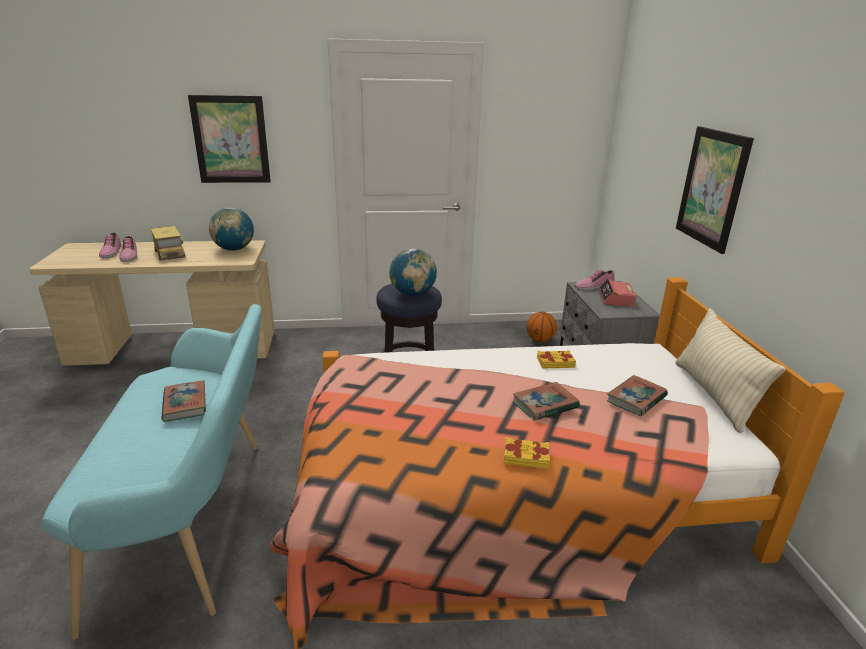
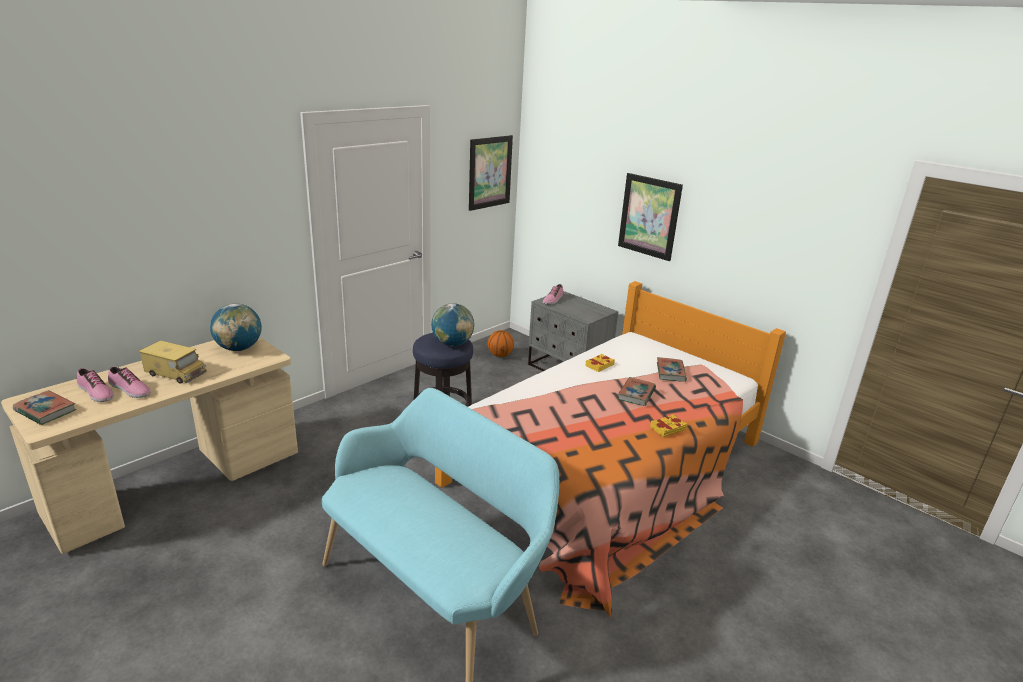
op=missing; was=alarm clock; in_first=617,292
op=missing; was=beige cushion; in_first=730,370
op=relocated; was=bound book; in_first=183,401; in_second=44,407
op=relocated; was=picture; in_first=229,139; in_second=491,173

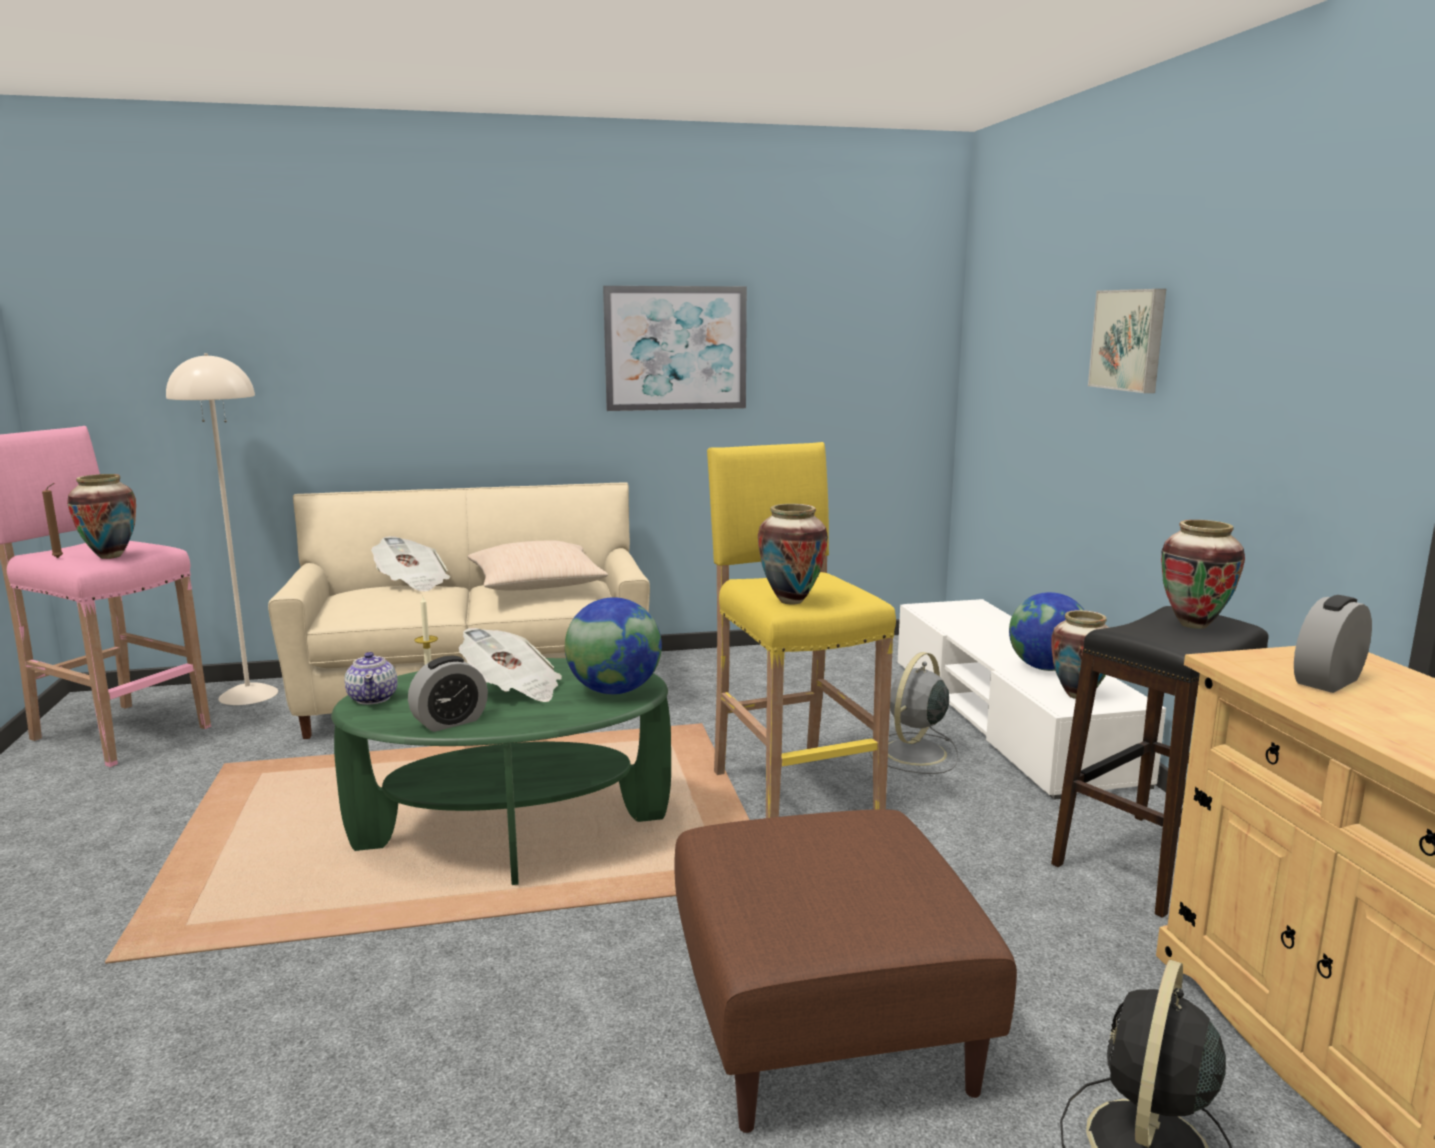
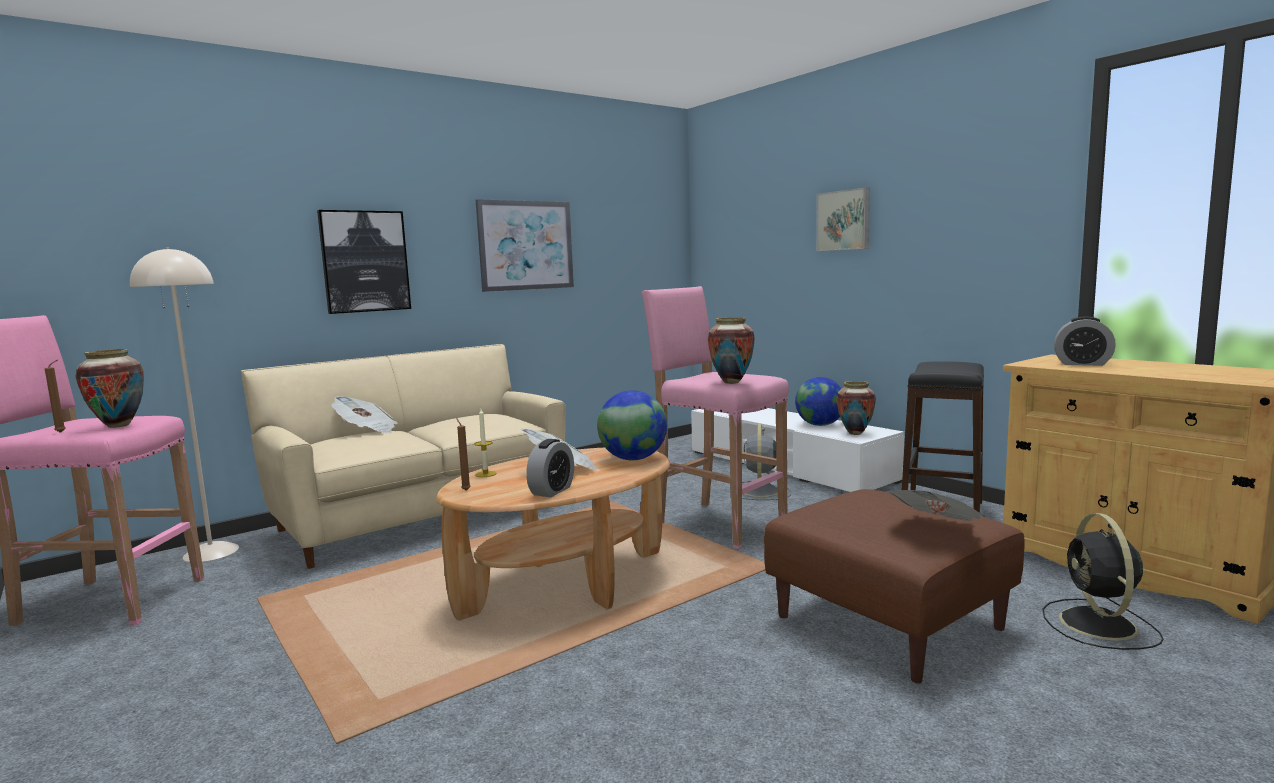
op=missing; was=beige cushion; in_first=537,565
op=missing; was=flower vase; in_first=1203,574
op=appeared; now=picture; in_second=364,262
op=appeared; now=printed paper; in_second=935,505
op=exchanged; was=pot for tea; now=brown-coloured candle; in_first=371,678; in_second=463,454
op=colour; was=green coffee table; now=brown-coloured coffee table; in_first=501,771; in_second=553,534
op=colour; was=yellow-coloured stool seat; now=pink-coloured stool seat; in_first=801,630; in_second=715,417
op=spun; was=alarm clock; in_first=1333,644; in_second=1085,341; clockwise=-90

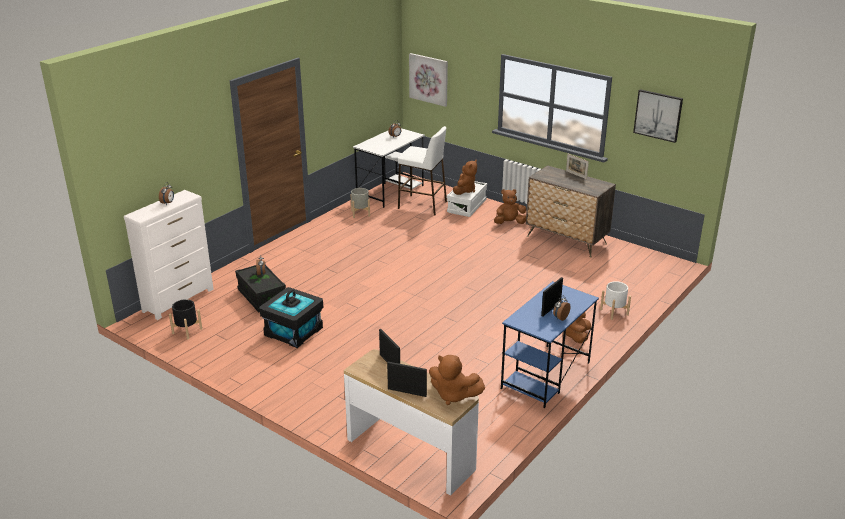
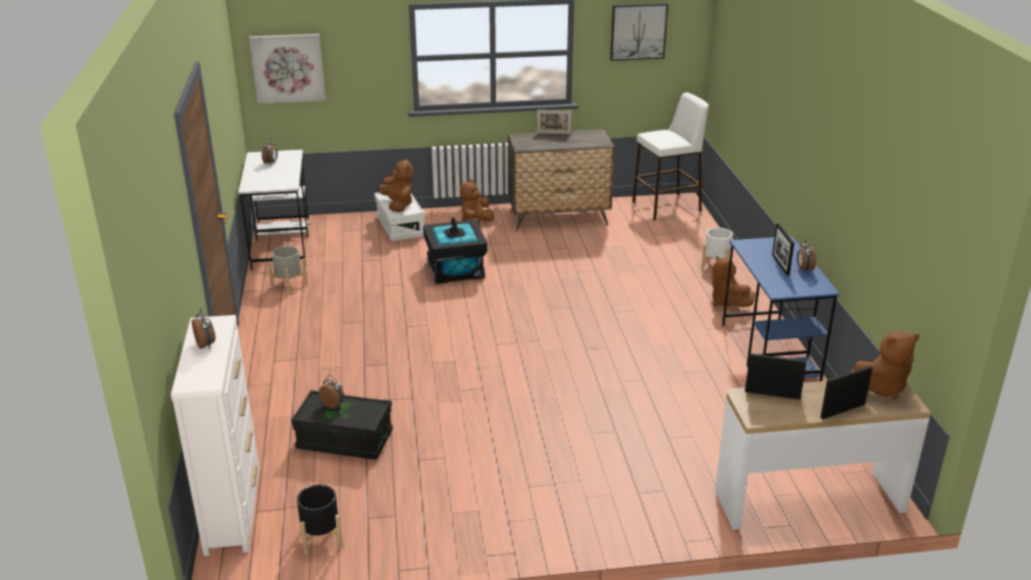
op=relocated; was=black storage container; in_first=291,317; in_second=455,250
op=relocated; was=white stool seat; in_first=422,171; in_second=670,156

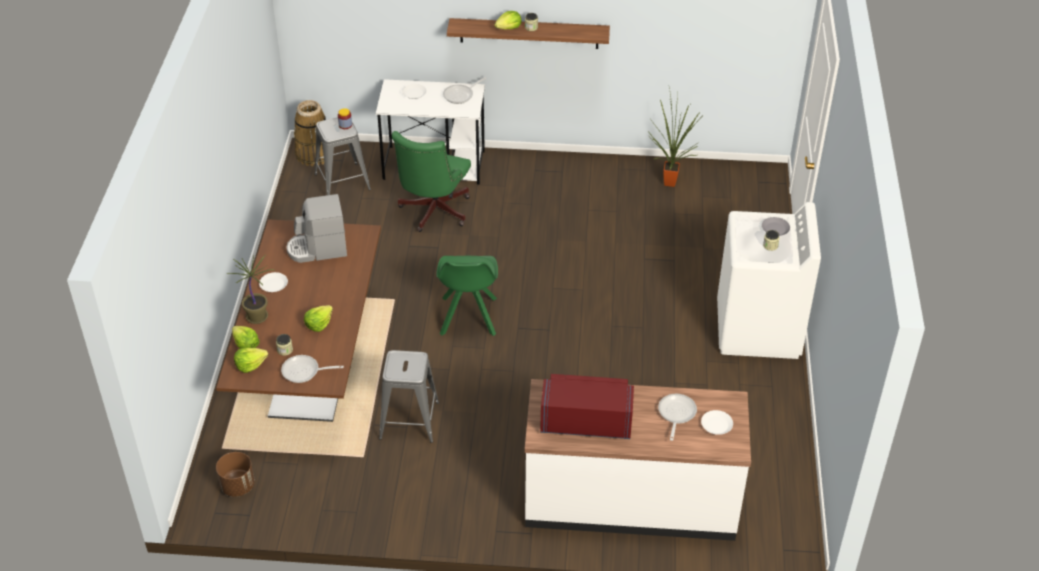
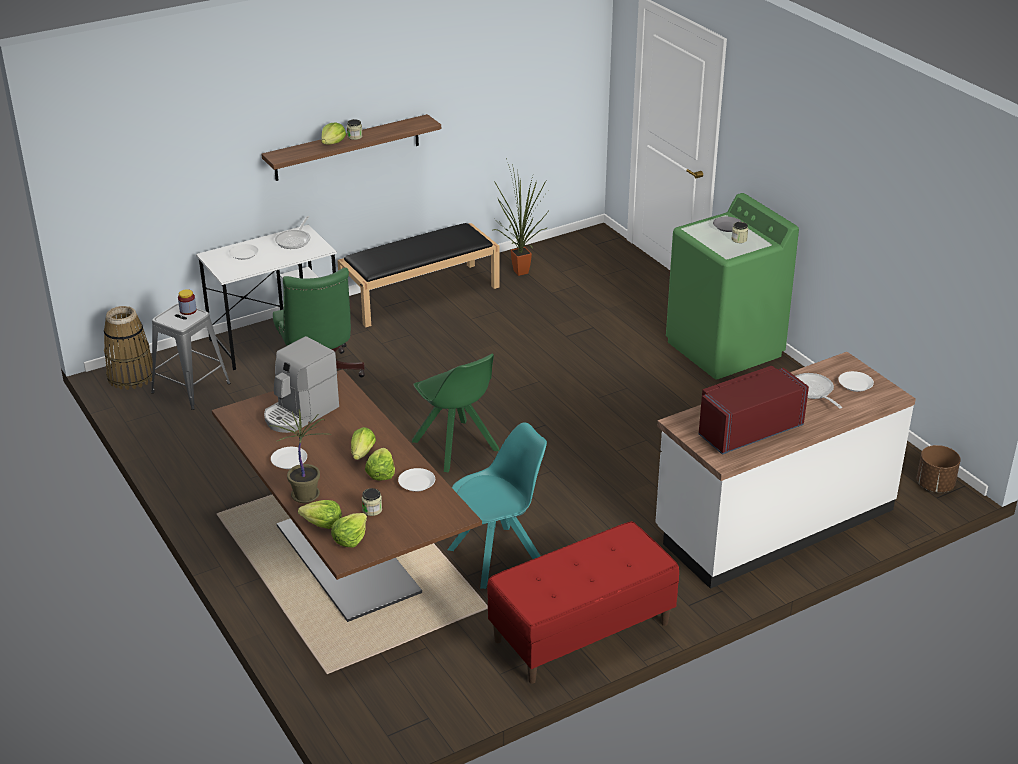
op=missing; was=frying pan; in_first=312,369
op=appeared; now=black indoor bench; in_second=418,275
op=appeared; now=lettuce; in_second=363,443
op=appeared; now=white flat dish; in_second=416,480
op=appeared; now=red-coloured indoor bench; in_second=583,602
op=relocated; was=brown-coloured planter; in_first=235,474; in_second=939,468
op=exchanged; was=greyish stool seat; now=turquoise-coloured plain chair; in_first=409,396; in_second=497,505
op=colour; was=white laundry machine; now=green laundry machine; in_first=769,280; in_second=732,286

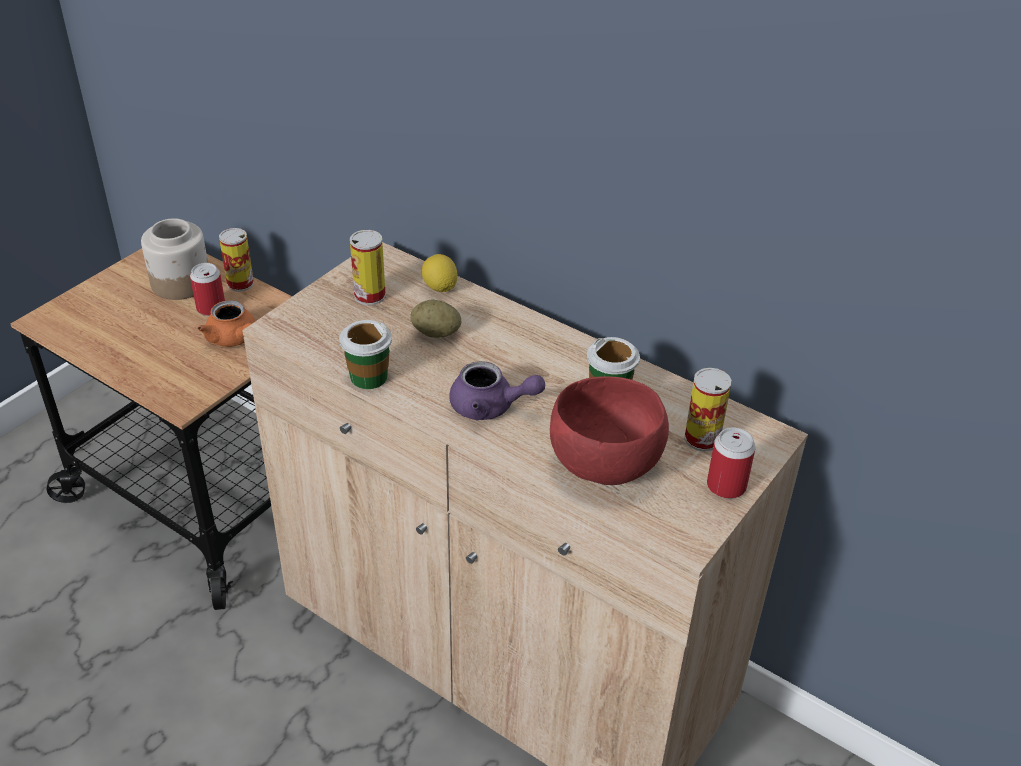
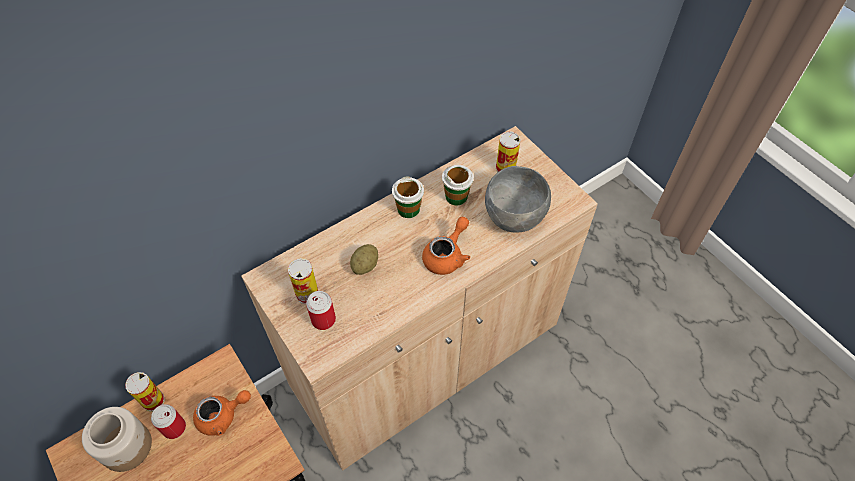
op=missing; was=whole lemon; in_first=440,273
op=relocated; was=small cup; in_first=365,354; in_second=408,197
op=relocated; was=can; in_first=731,463; in_second=321,310
op=colour; was=purple-coloured pot for tea; now=orange-coloured pot for tea; in_first=497,390; in_second=446,246
op=colour; was=red-coloured deep dish; now=greyish deep dish; in_first=609,430; in_second=518,199

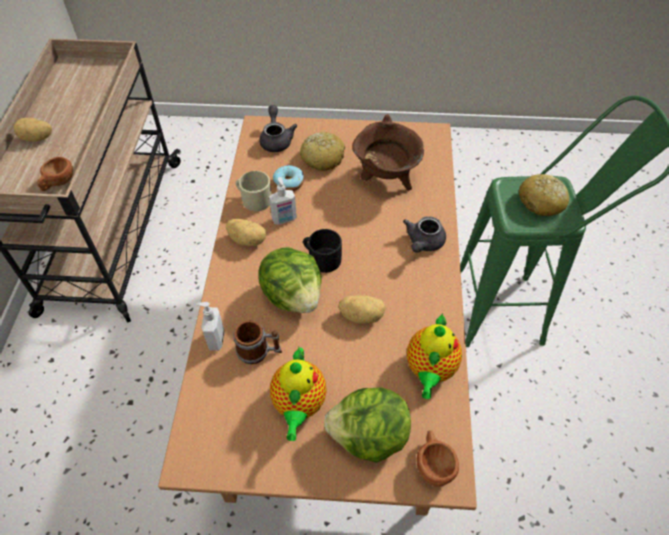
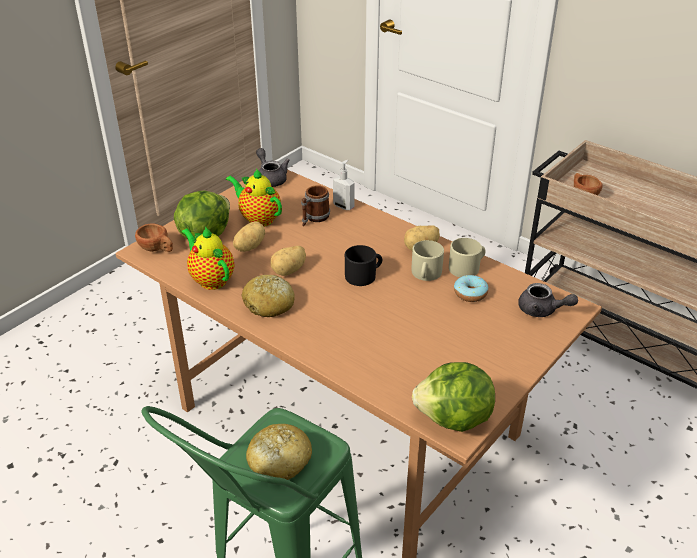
op=missing; was=brown-coloured stockpot; in_first=388,152
op=relocated; was=potato; in_first=32,130; in_second=249,236
op=relocated; was=lettuce; in_first=290,280; in_second=453,397
op=relocated; was=bread; in_first=322,151; in_second=268,296
op=relocated; was=greyish pot for tea; in_first=424,234; in_second=273,167
op=exchanged; was=liquid soap bottle; now=beige mug; in_first=283,201; in_second=427,260

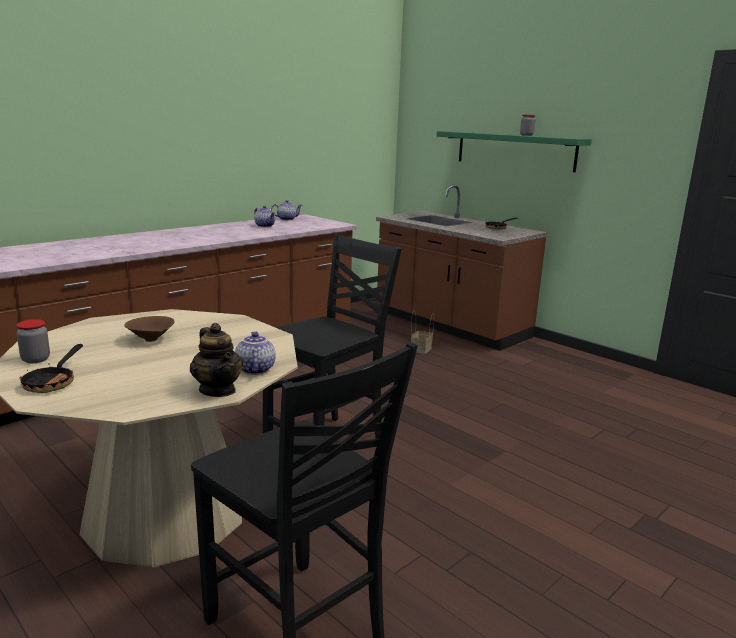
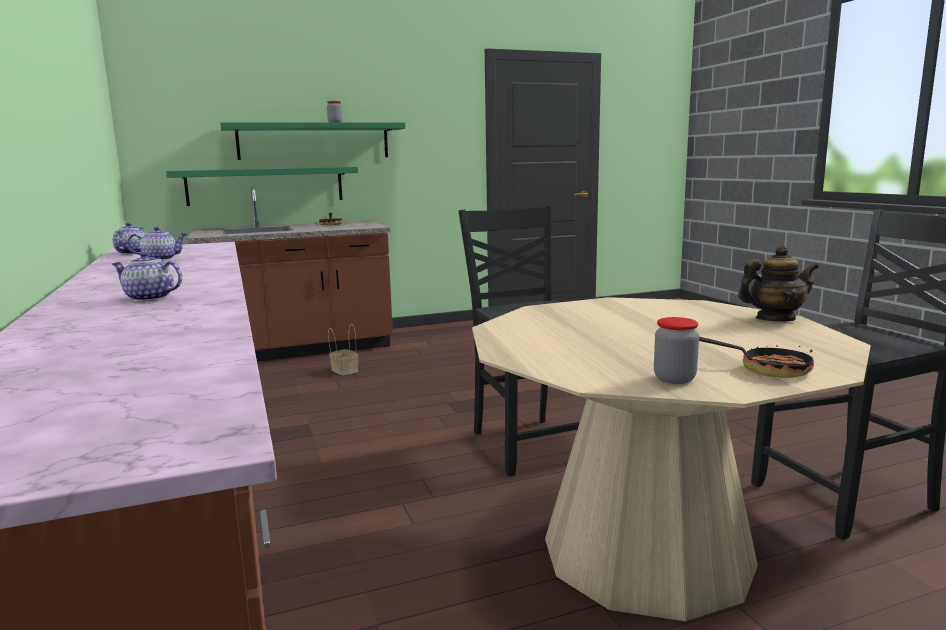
op=missing; was=brown-coloured deep dish; in_first=149,329
op=appeared; now=green bracket shelf; in_second=262,186
op=relocated; was=pot for tea; in_first=255,353; in_second=147,277

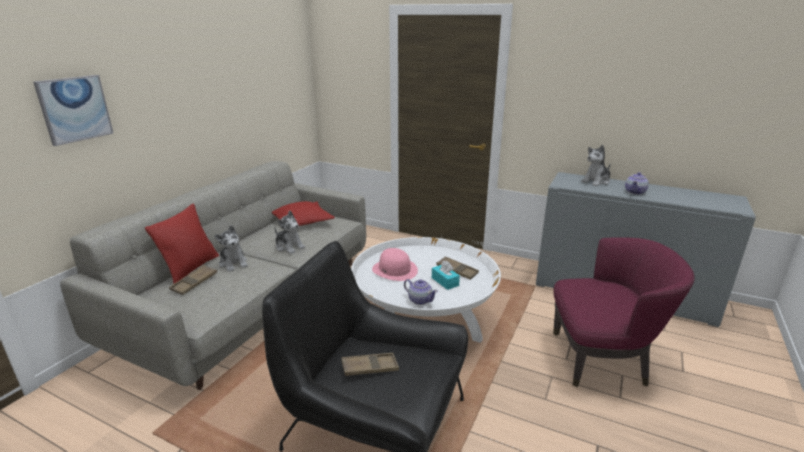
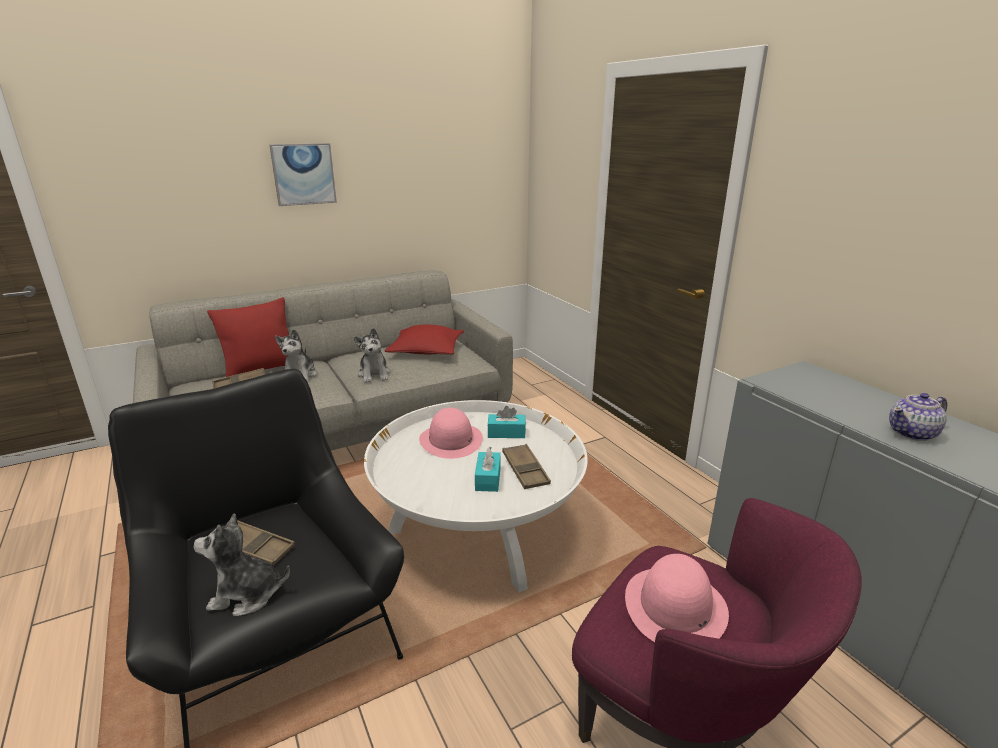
op=missing; was=pot for tea; in_first=421,292
op=appeared; now=turquoise-coloured tissue box; in_second=507,422
op=appeared; now=pink-coloured wearable hat; in_second=677,598
op=relocated; was=picture; in_first=73,110; in_second=303,174
op=relocated; was=plush toy; in_first=595,165; in_second=242,565

